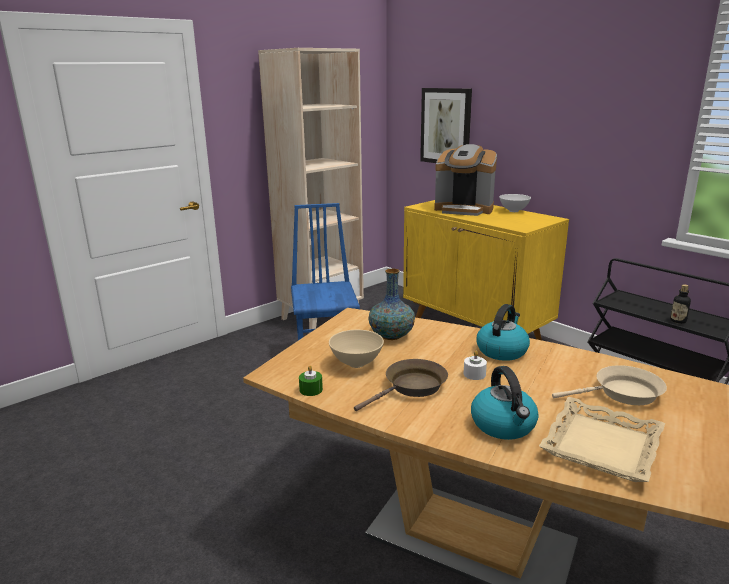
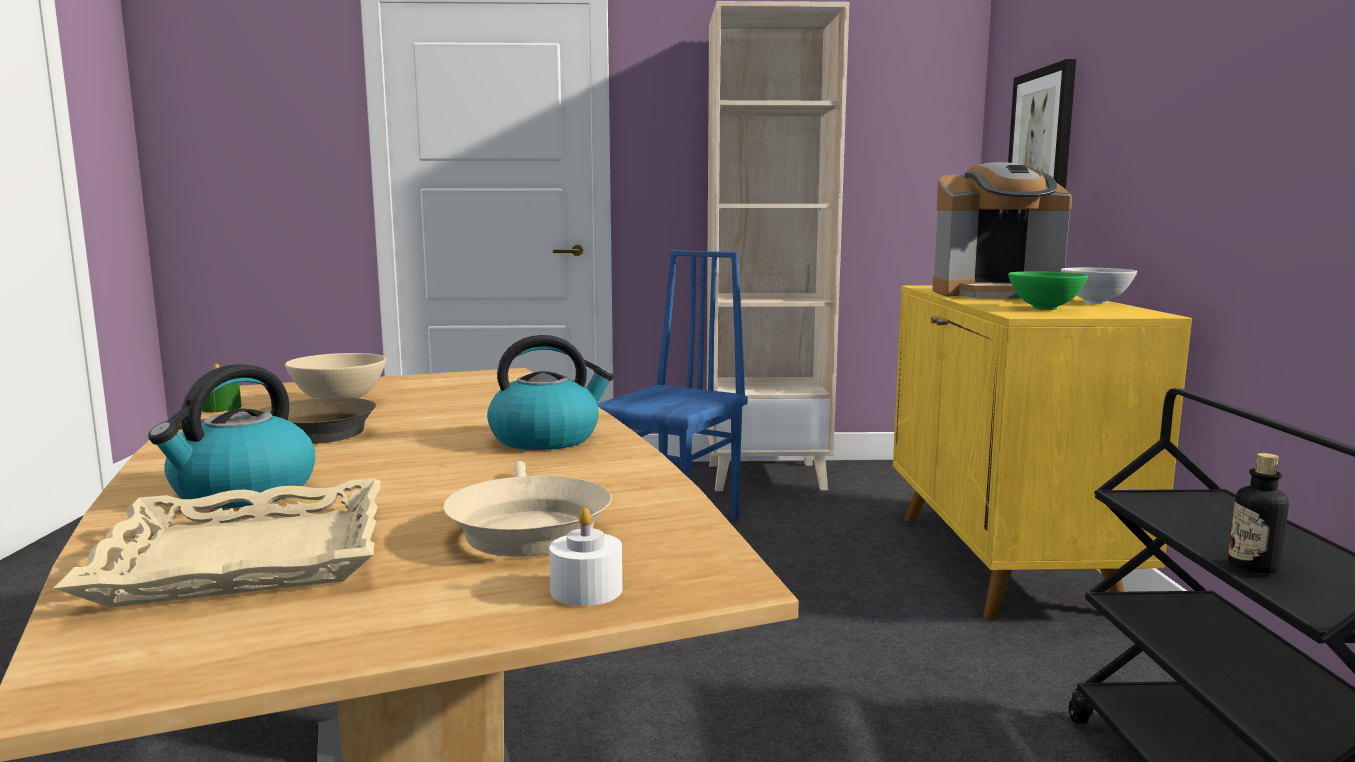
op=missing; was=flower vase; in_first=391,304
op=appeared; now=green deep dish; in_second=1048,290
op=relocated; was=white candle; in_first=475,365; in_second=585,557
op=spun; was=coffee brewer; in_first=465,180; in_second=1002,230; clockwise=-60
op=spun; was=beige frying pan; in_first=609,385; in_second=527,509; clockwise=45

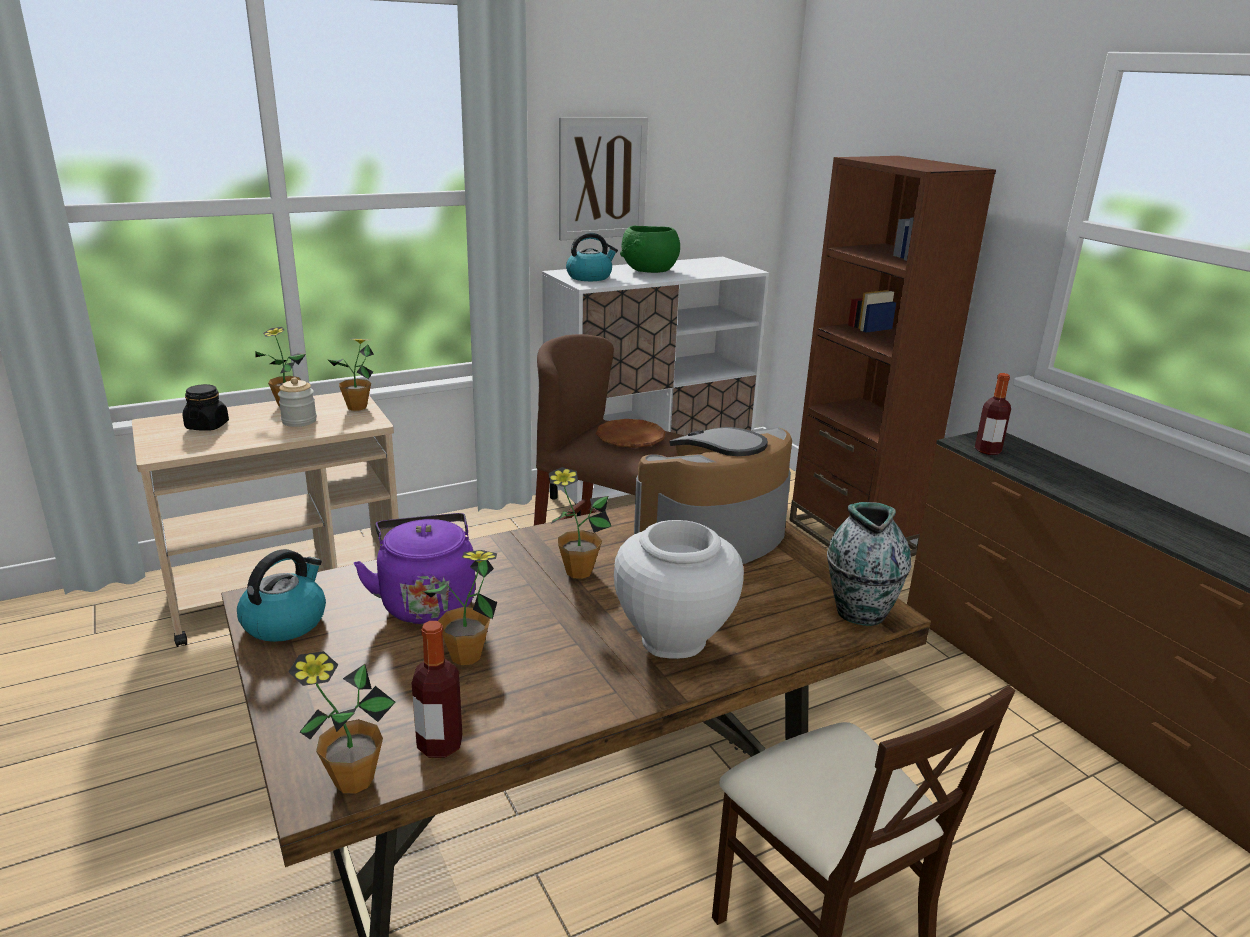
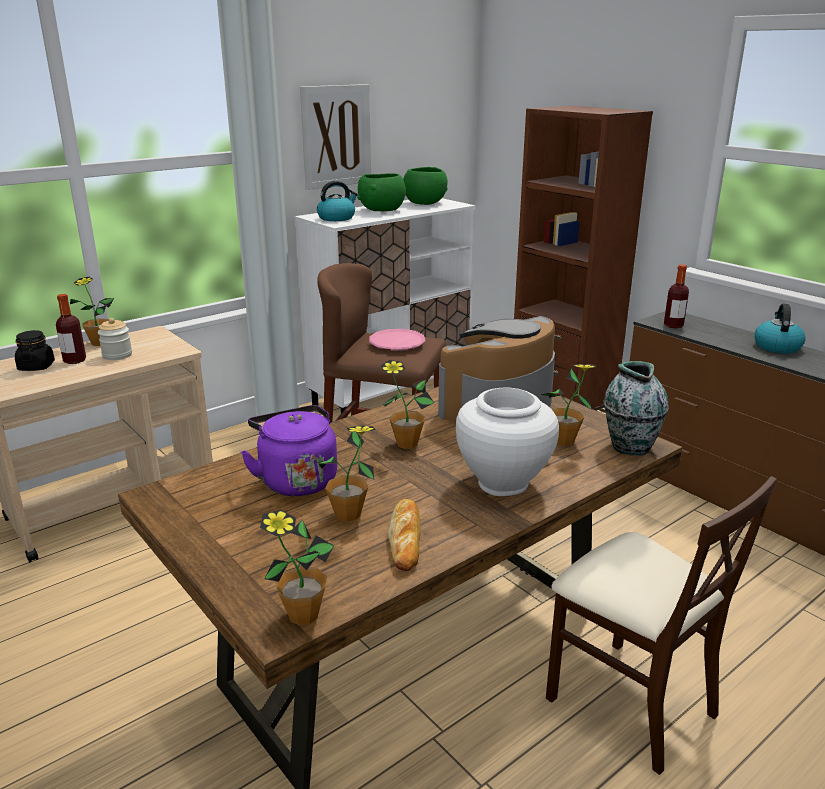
op=appeared; now=bread; in_second=404,535
op=appeared; now=green deep dish; in_second=425,186
op=relocated; was=kettle; in_first=281,595; in_second=779,328
op=relocated; was=houseplant; in_first=350,374; in_second=570,405
op=relocated; was=beverage bottle; in_first=437,689; in_second=71,329
op=colour; was=brown-coloured flat dish; now=pink-coloured flat dish; in_first=630,433; in_second=397,340

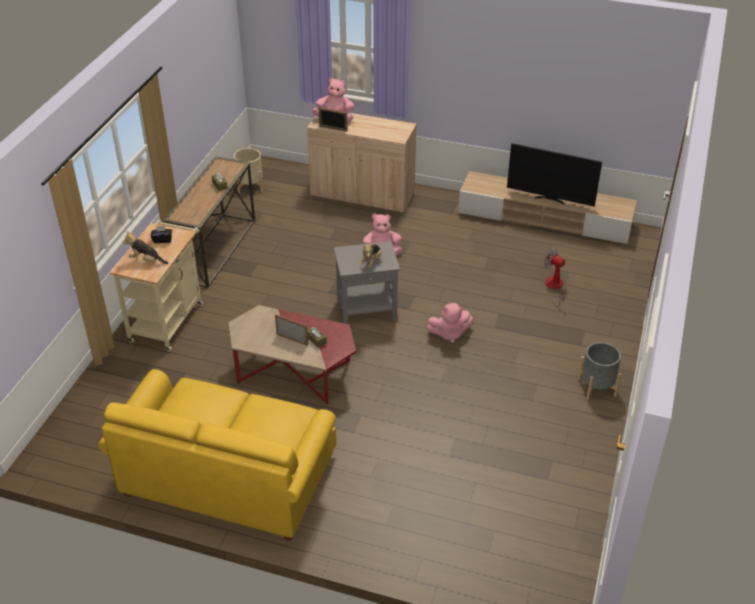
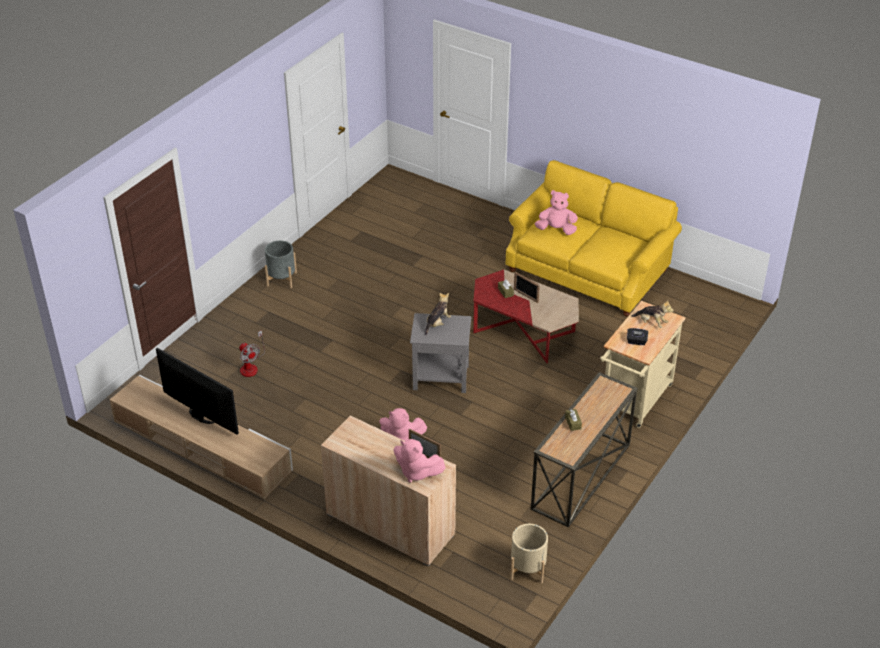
op=relocated; was=pink-coloured plush toy; in_first=450,323; in_second=556,212

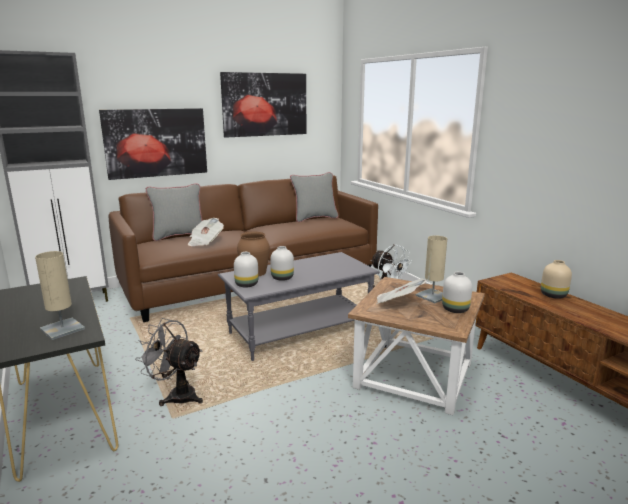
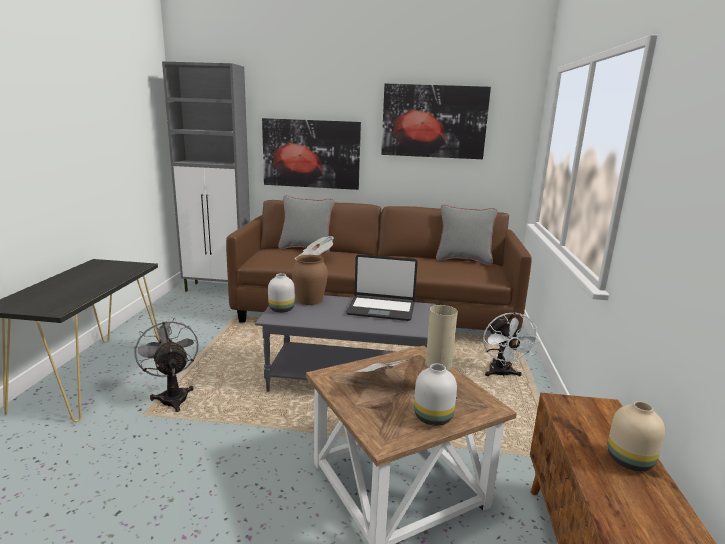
op=missing; was=beige table lamp; in_first=60,295
op=missing; was=white flower vase; in_first=282,263
op=appeared; now=laptop; in_second=382,287

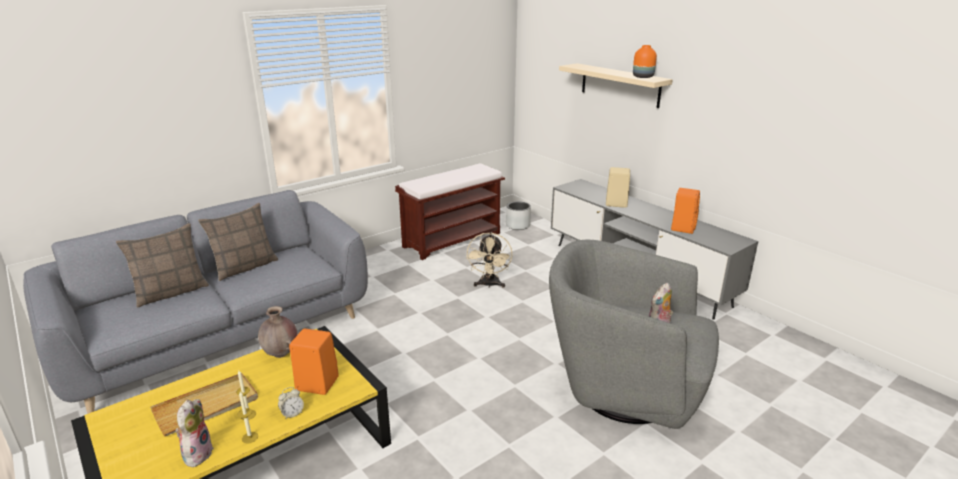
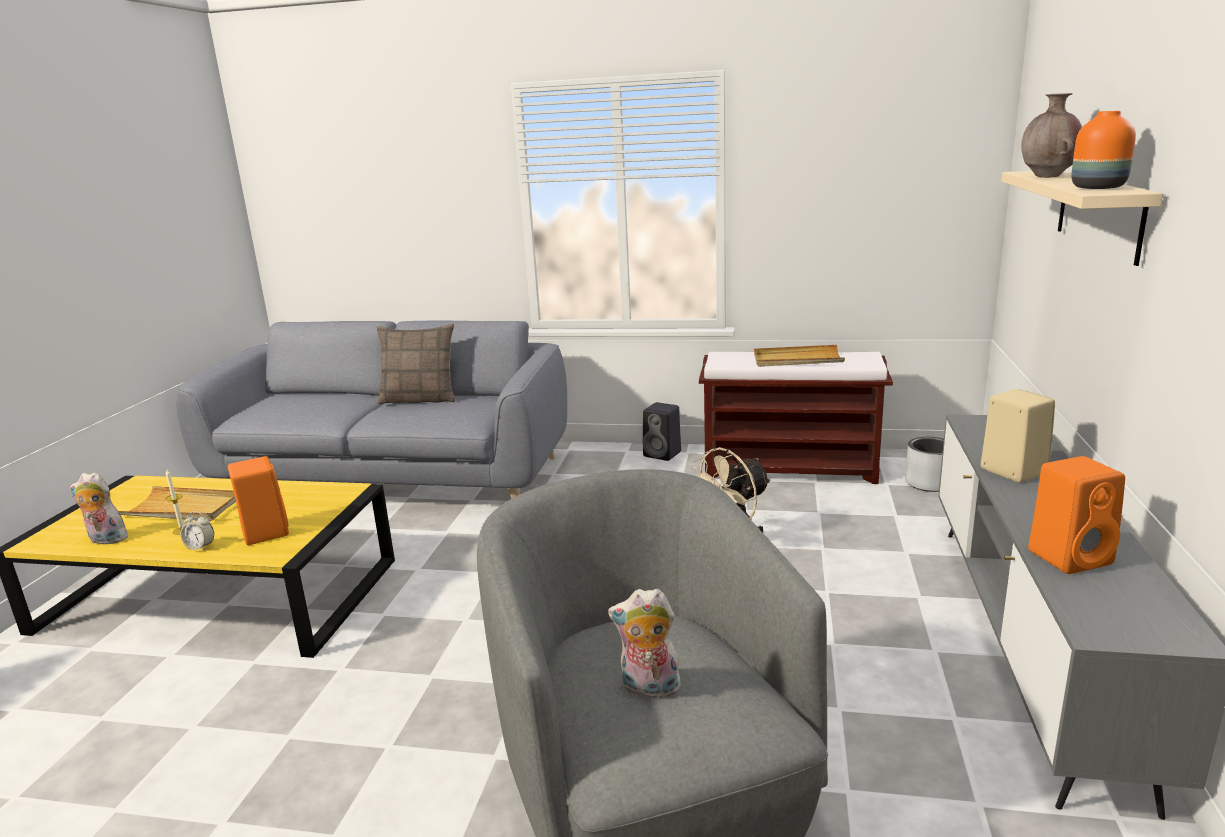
op=missing; was=cushion; in_first=162,265
op=missing; was=candle; in_first=248,417
op=appeared; now=black loudspeaker; in_second=661,431
op=appeared; now=beige serving tray; in_second=799,356
op=relocated; was=brown-coloured flower vase; in_first=278,332; in_second=1051,135
op=spun; was=plush toy; in_first=194,433; in_second=99,508; clockwise=-135

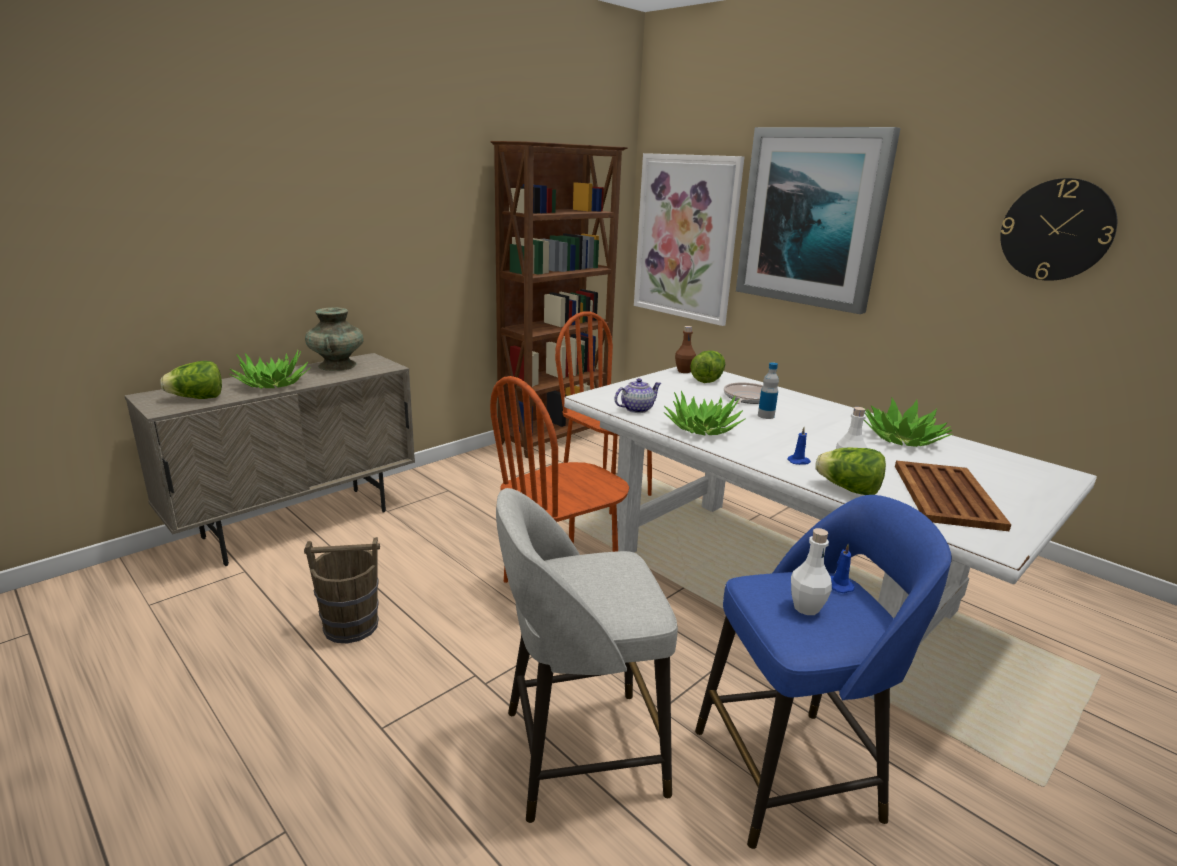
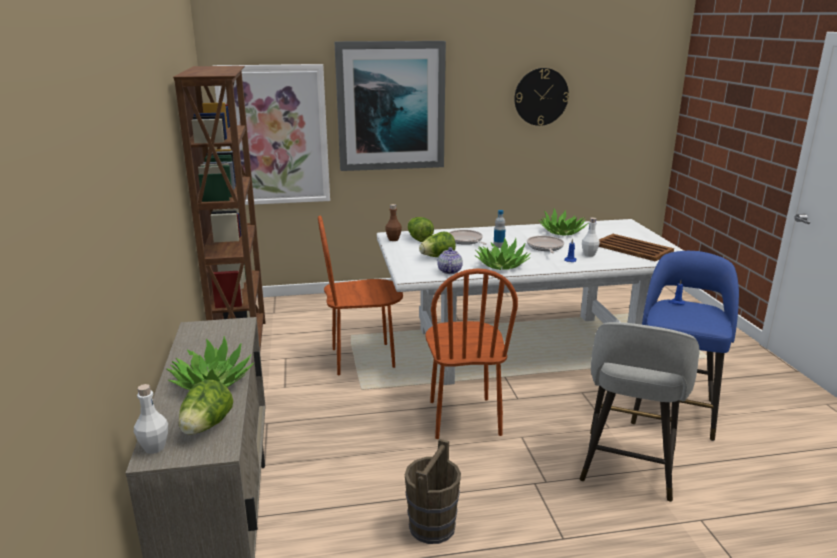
op=missing; was=turquoise-coloured flower vase; in_first=334,339
op=appeared; now=frying pan; in_second=545,244
op=relocated; was=white beverage bottle; in_first=811,571; in_second=151,419
op=relocated; was=lettuce; in_first=850,471; in_second=437,244

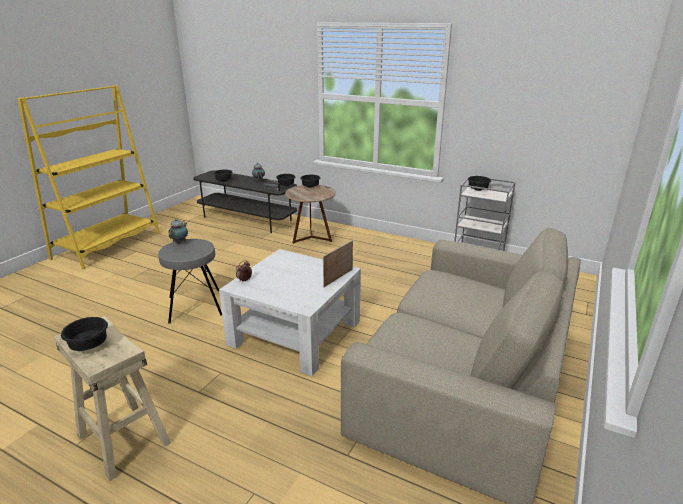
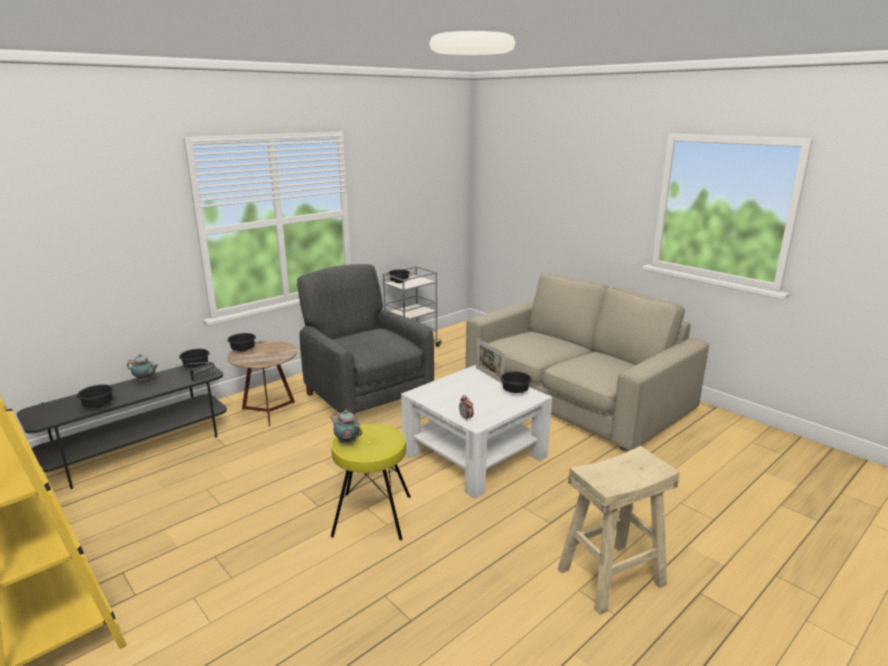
op=appeared; now=greyish armchair; in_second=365,340
op=relocated; was=black deep dish; in_first=84,334; in_second=516,382
op=colour; was=greyish stool seat; now=yellow-coloured stool seat; in_first=190,281; in_second=371,482

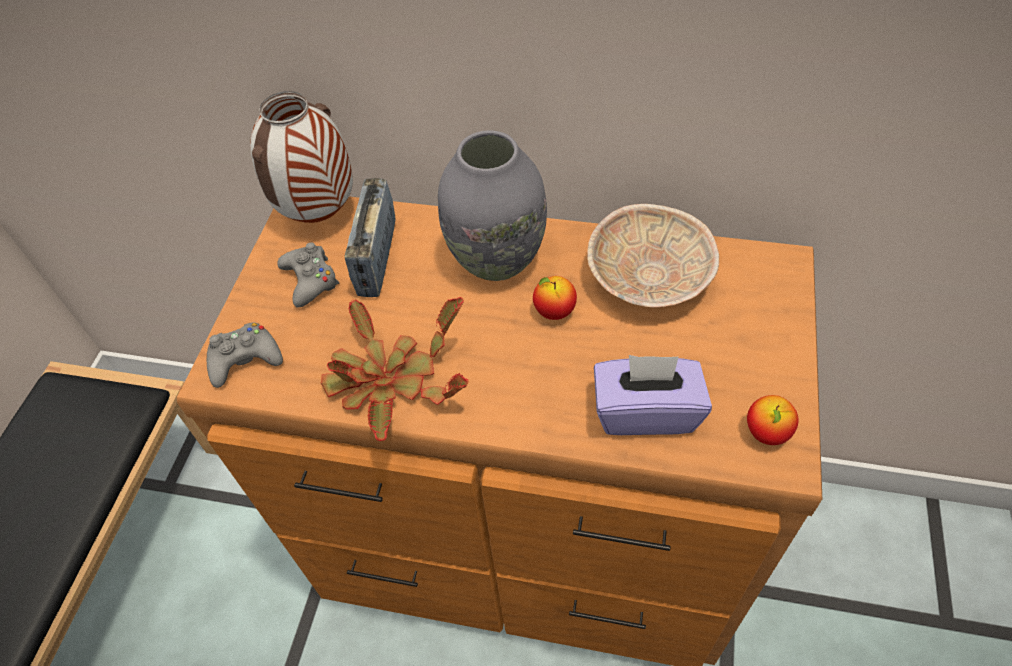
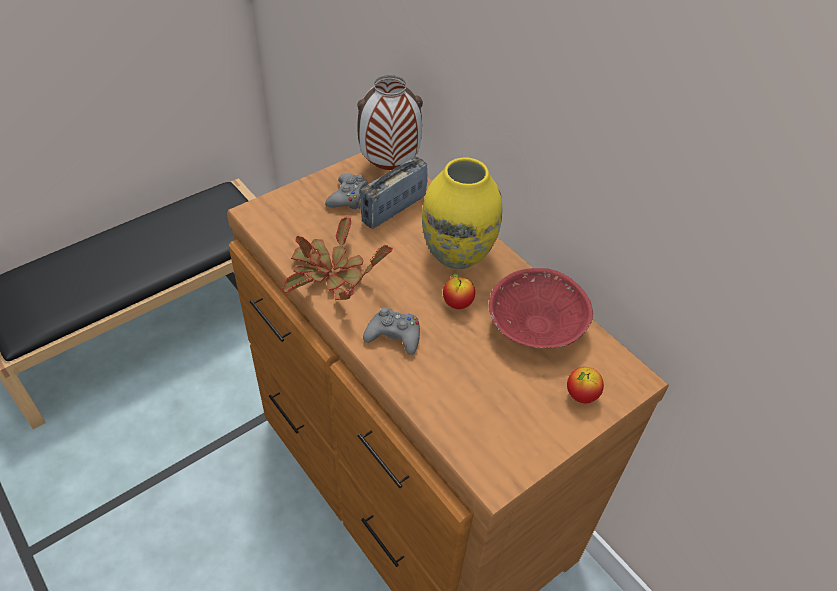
op=missing; was=purple-coloured tissue box; in_first=653,395
op=relocated; was=greyish joypad; in_first=245,355; in_second=391,331
op=relocated; was=apple fruit; in_first=773,420; in_second=585,385
op=colour; was=greyish flower vase; now=yellow-coloured flower vase; in_first=492,205; in_second=462,213
op=colour; was=beige deep dish; now=red-coloured deep dish; in_first=653,256; in_second=541,308

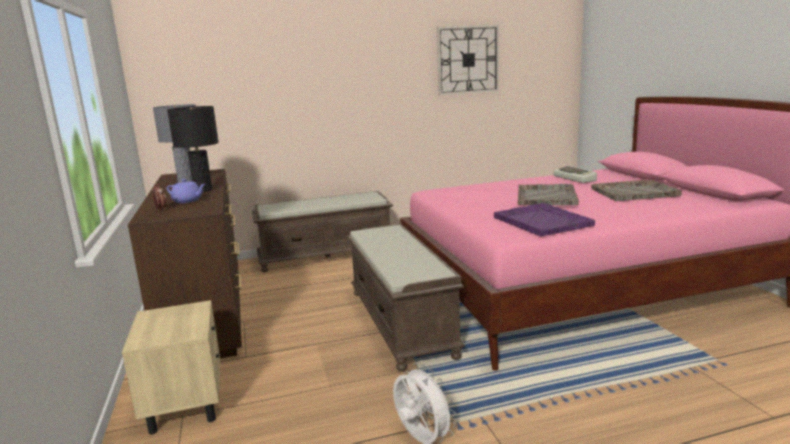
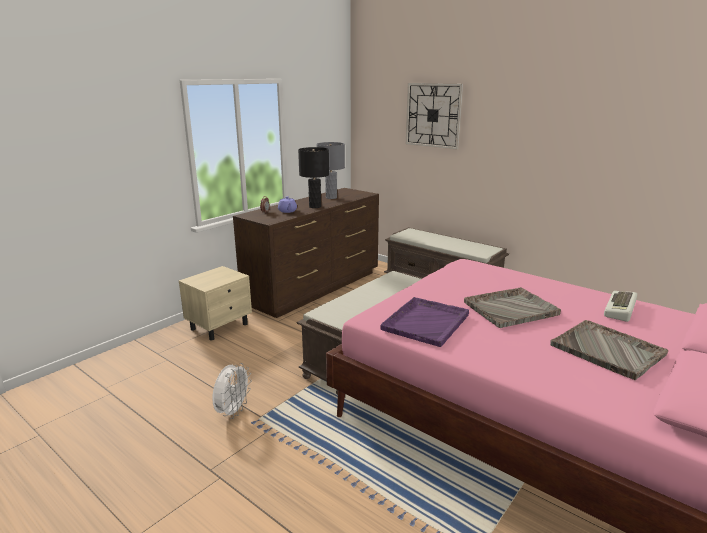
op=relocated; was=hanging clock; in_first=468,60; in_second=434,116

